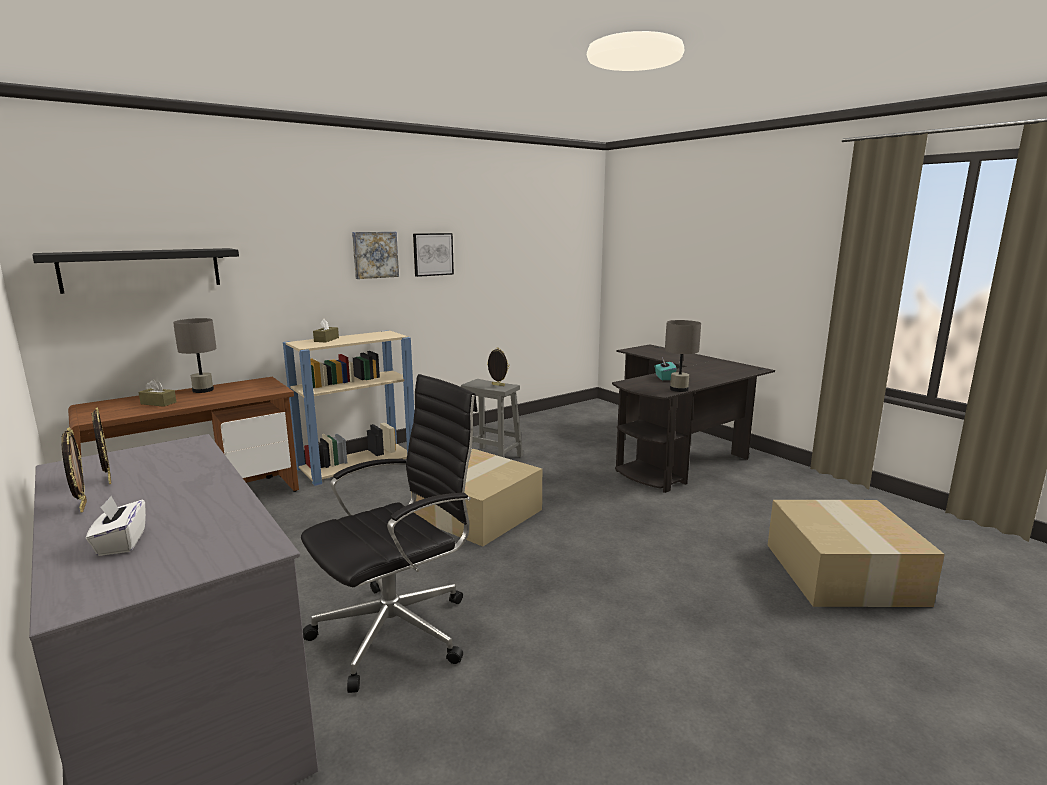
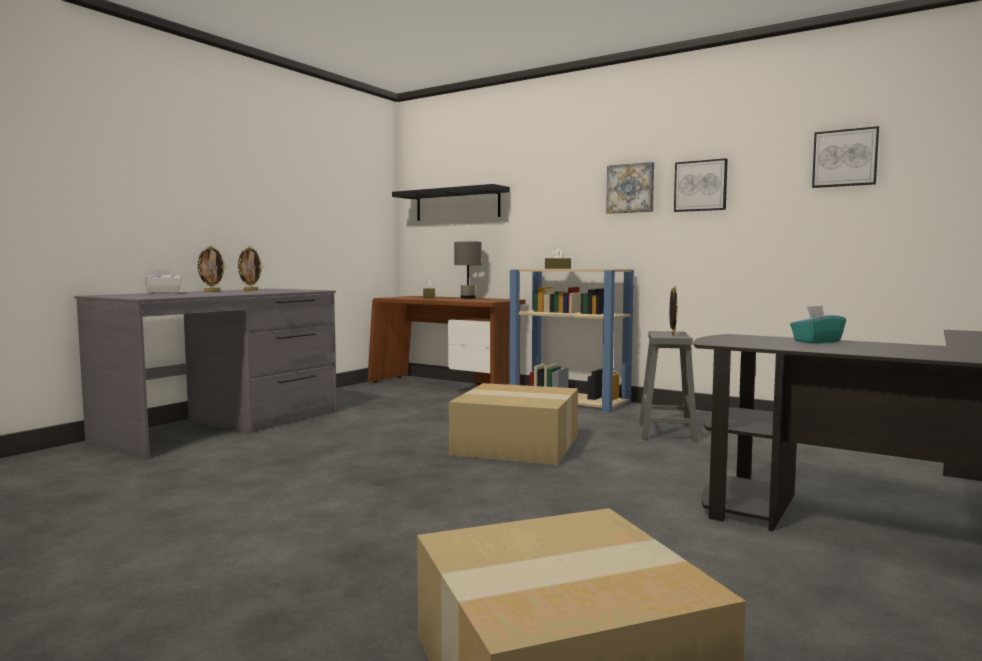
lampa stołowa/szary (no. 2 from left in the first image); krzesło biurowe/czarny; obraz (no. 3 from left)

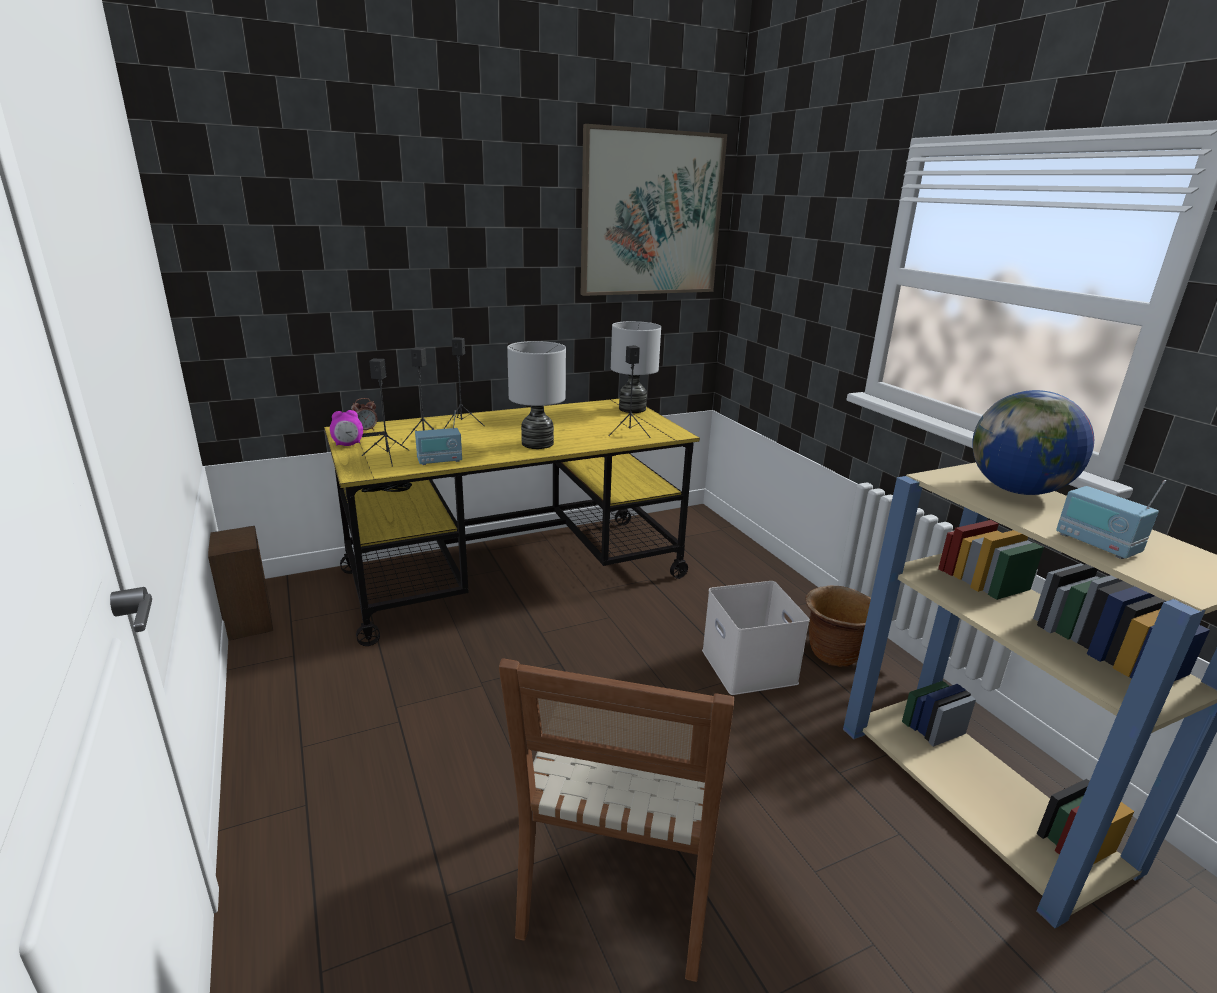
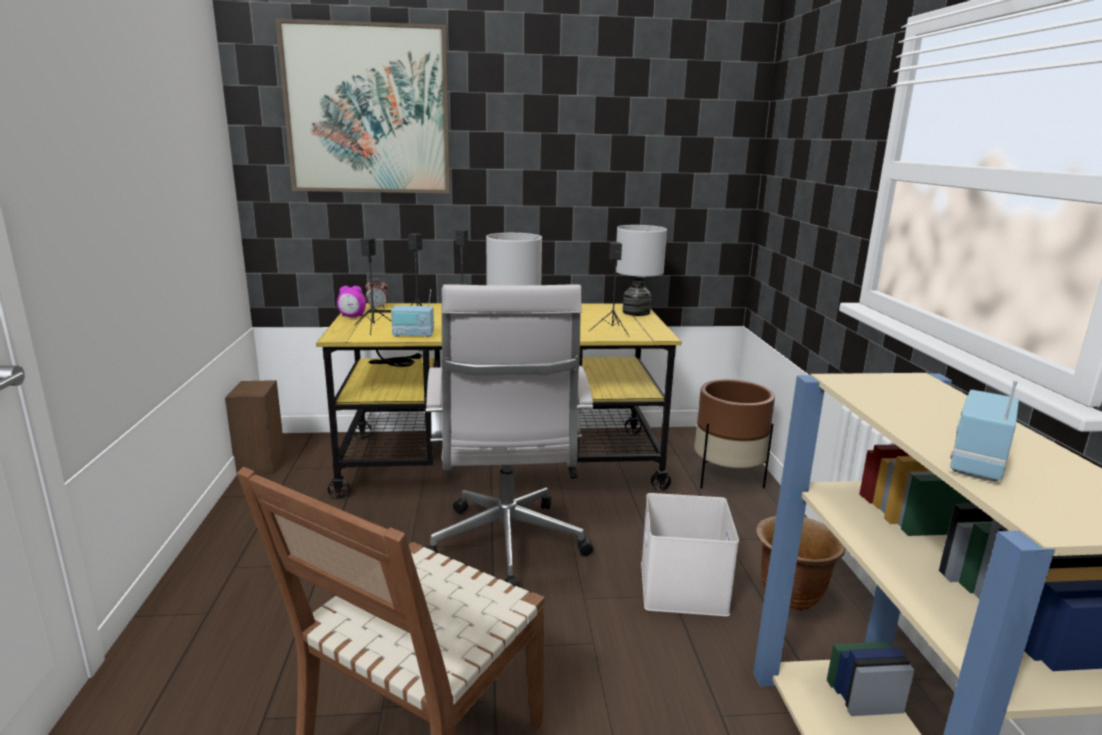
obraz; globus; radio (no. 2 from left); krzesło biurowe/biały; donica/brązowy (no. 1 from left)

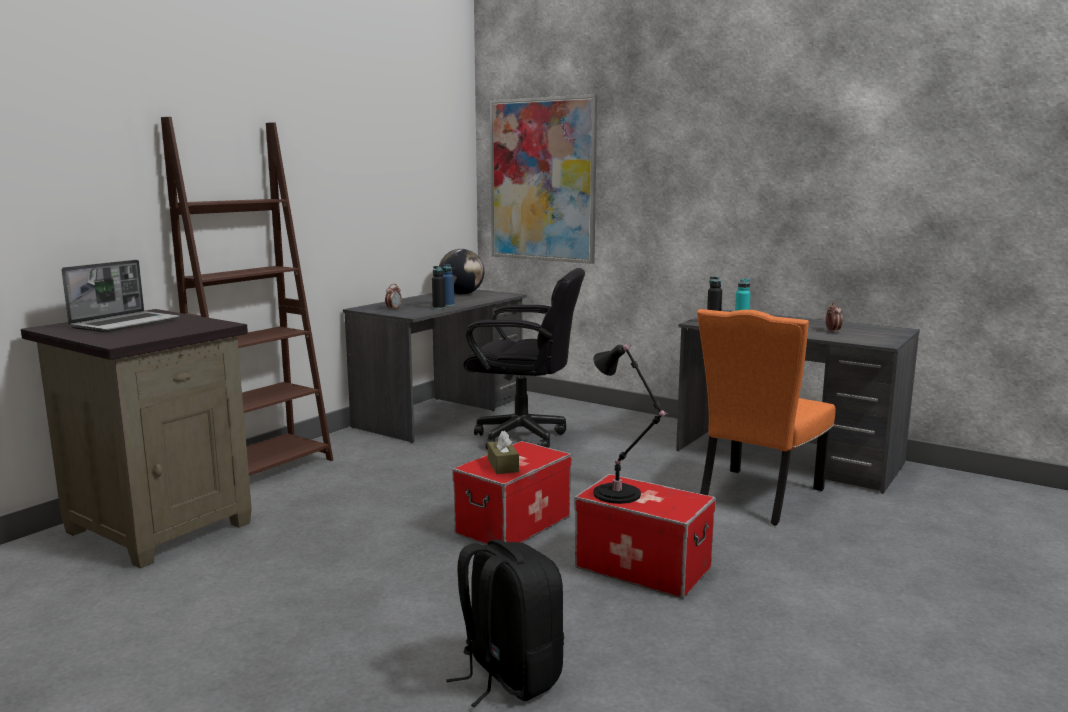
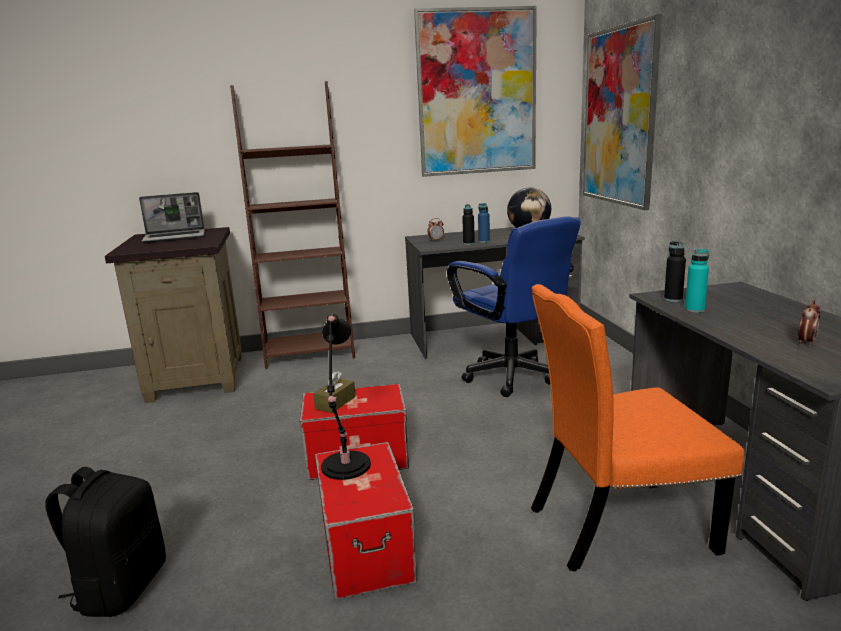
krzesło biurowe/niebieski; obraz (no. 1 from left)

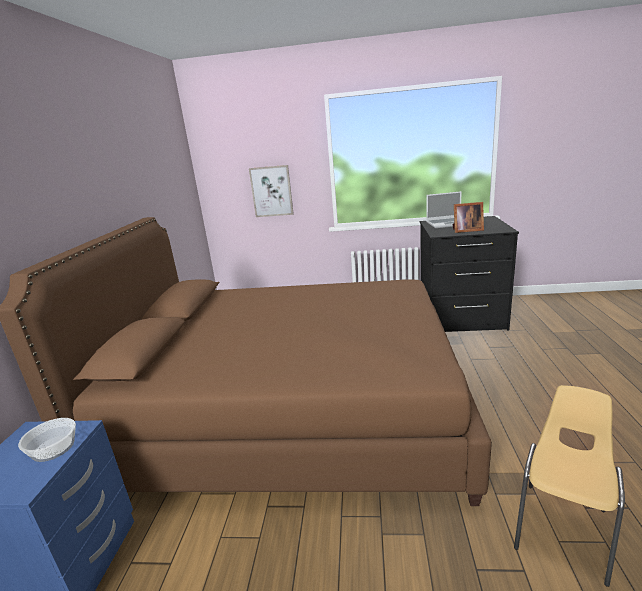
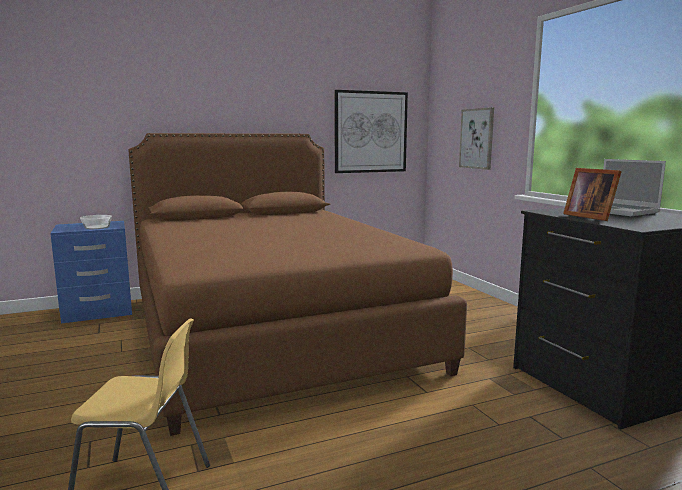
obraz (no. 1 from left)

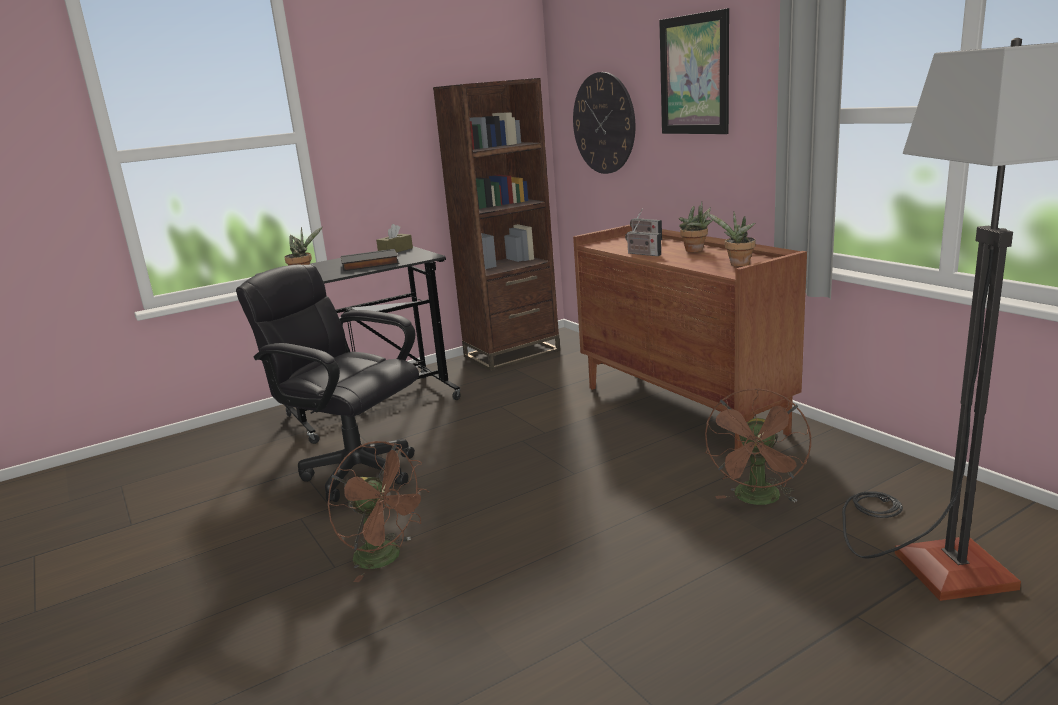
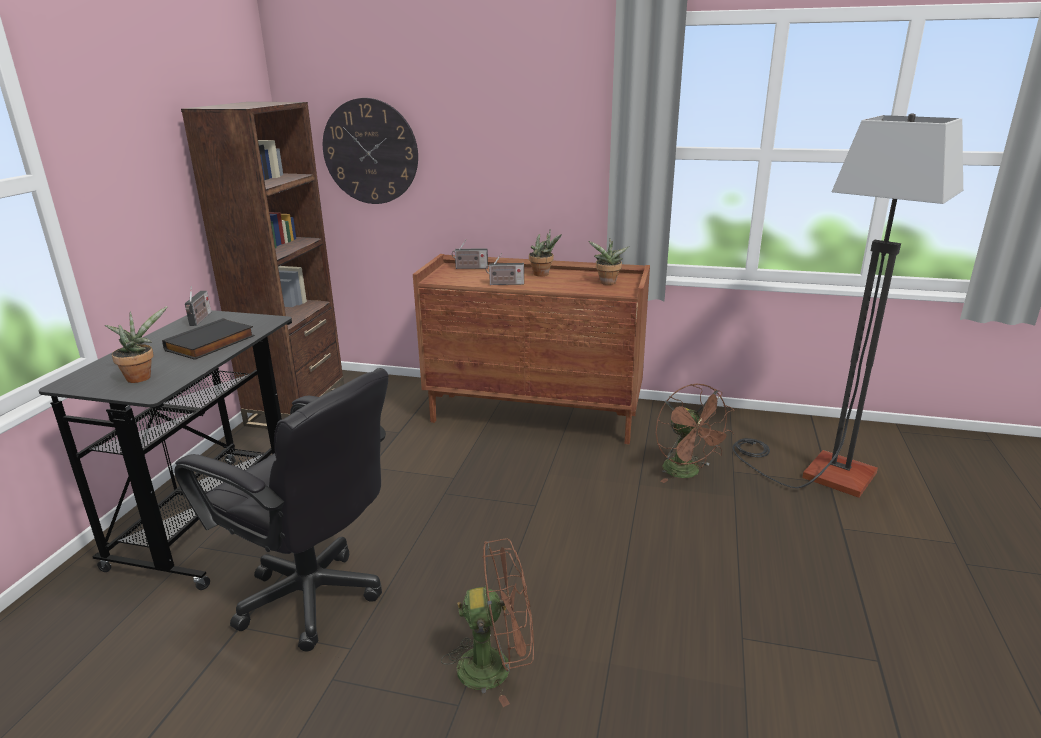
obraz; radio (no. 1 from left); krzesło biurowe/czarny

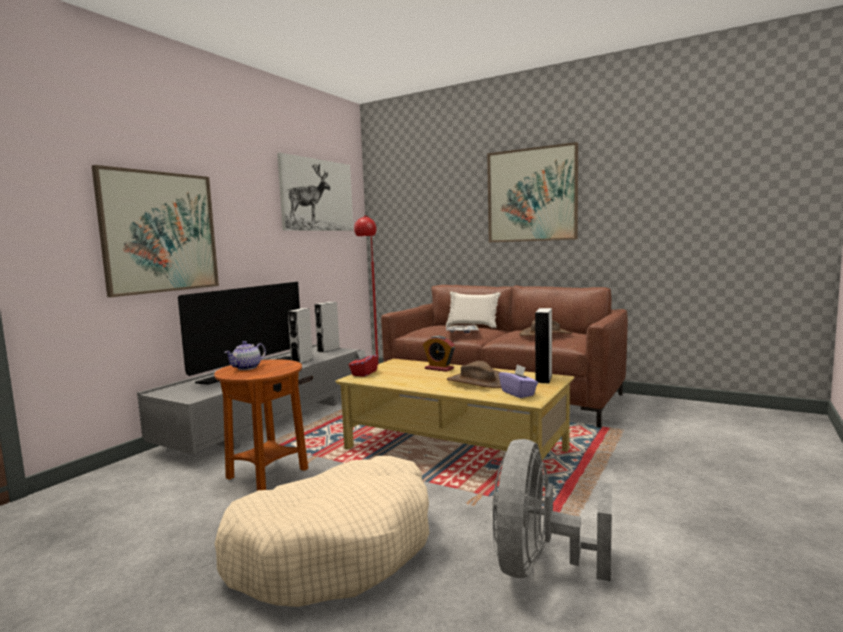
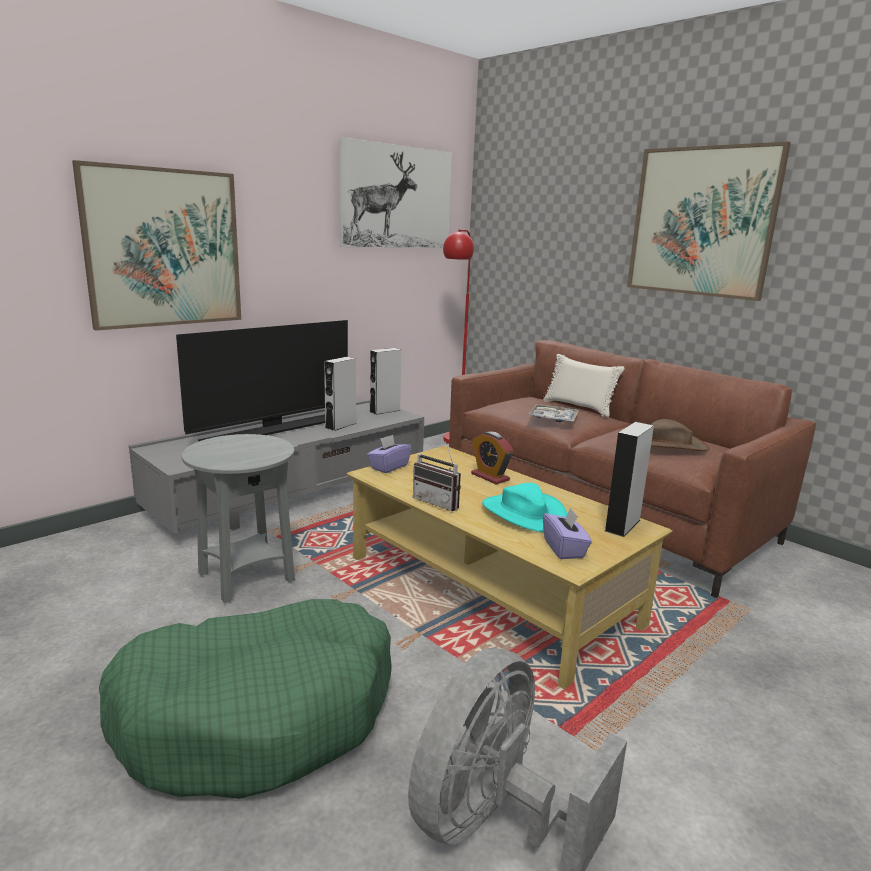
imbryk; pudełko chusteczek/fioletowy (no. 1 from left); stolik/szary; kapelusz/turkusowy; legowisko/zielony; radio

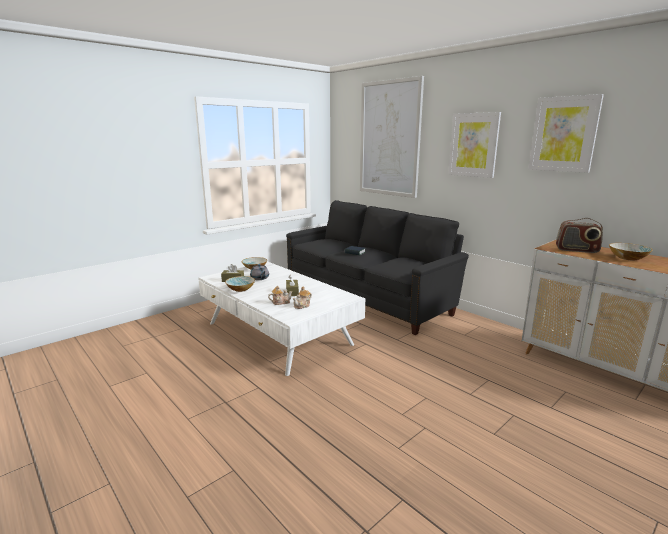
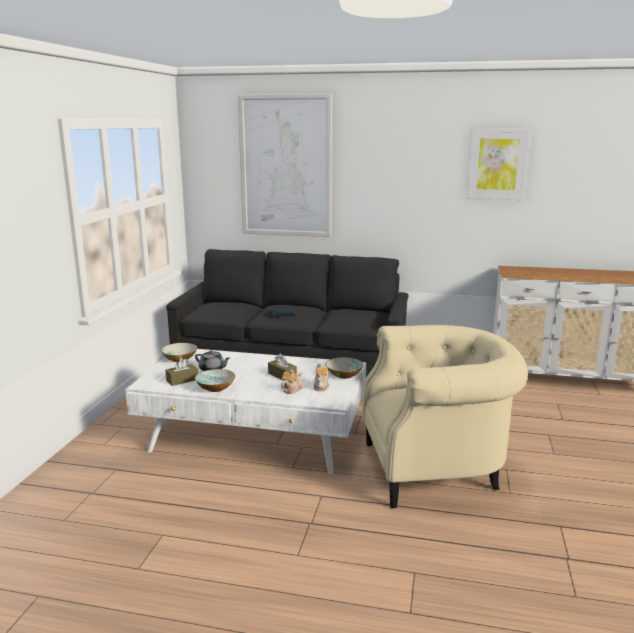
obraz (no. 2 from left in the first image); radio; miska (no. 3 from left); fotel/beżowy

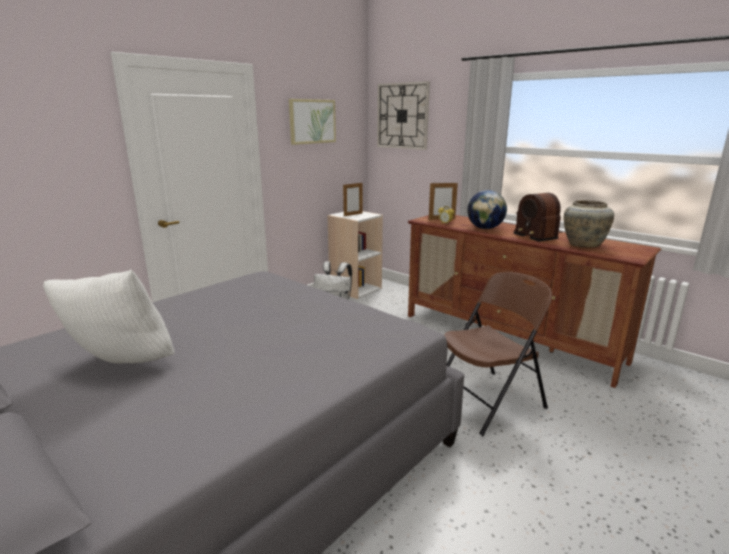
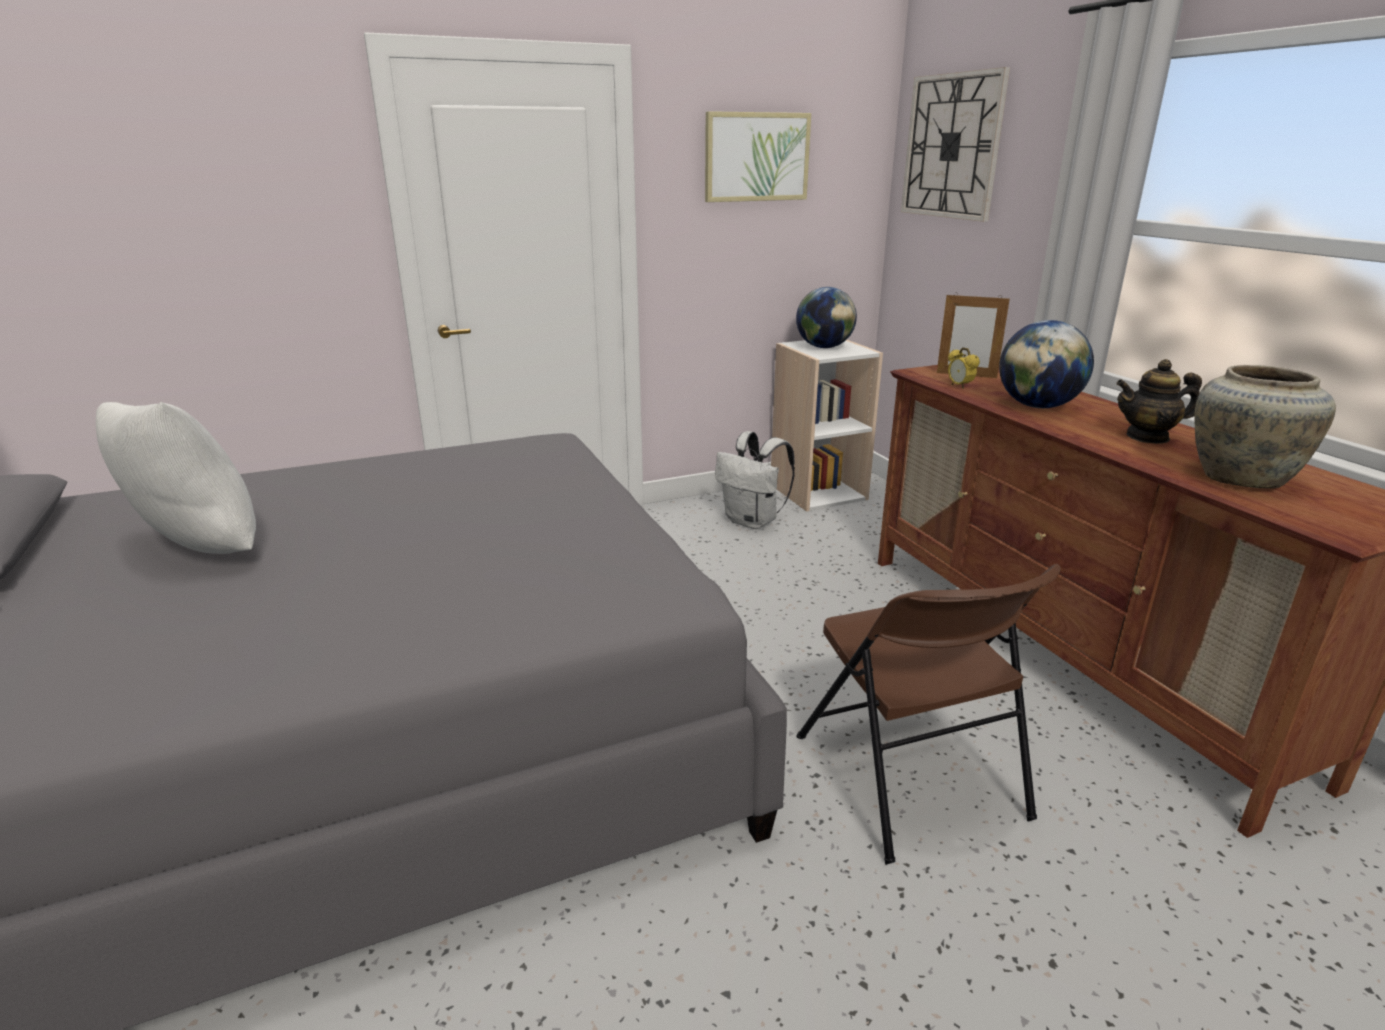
globus (no. 1 from left); imbryk; krzesło/brązowy

